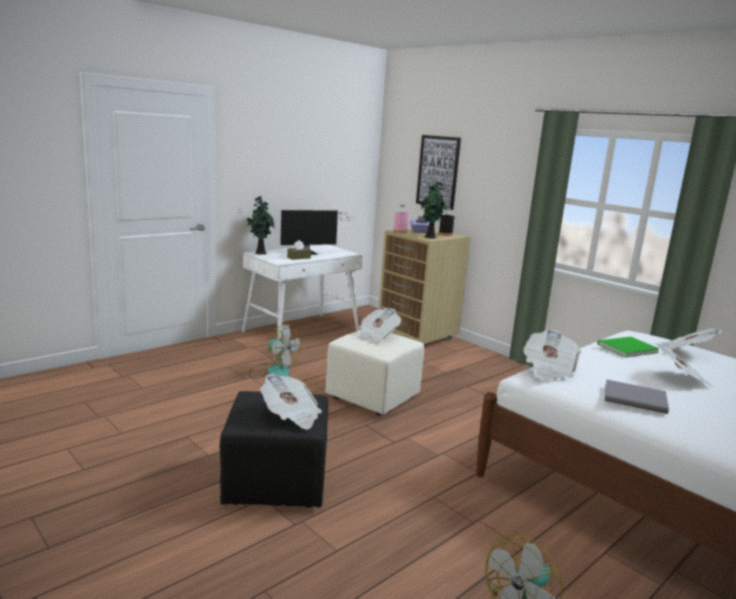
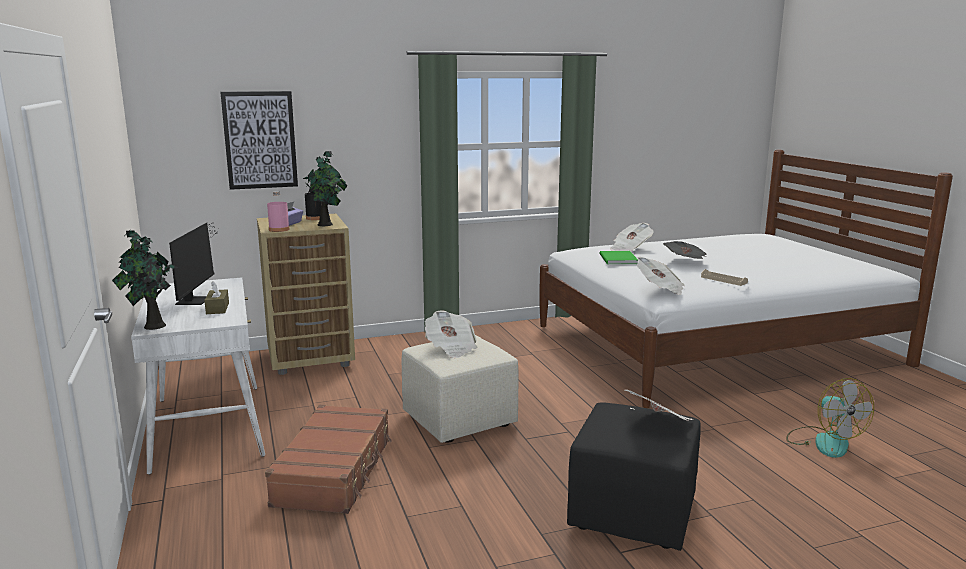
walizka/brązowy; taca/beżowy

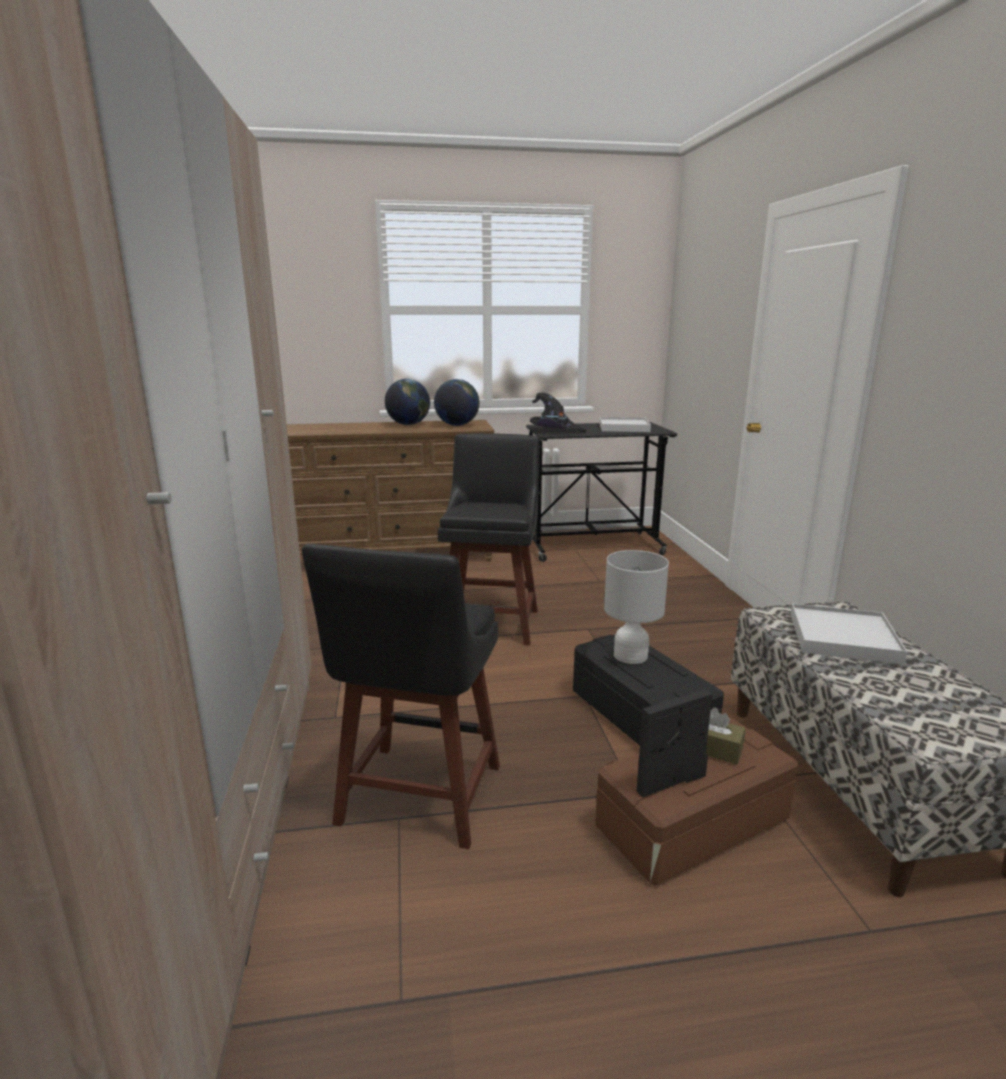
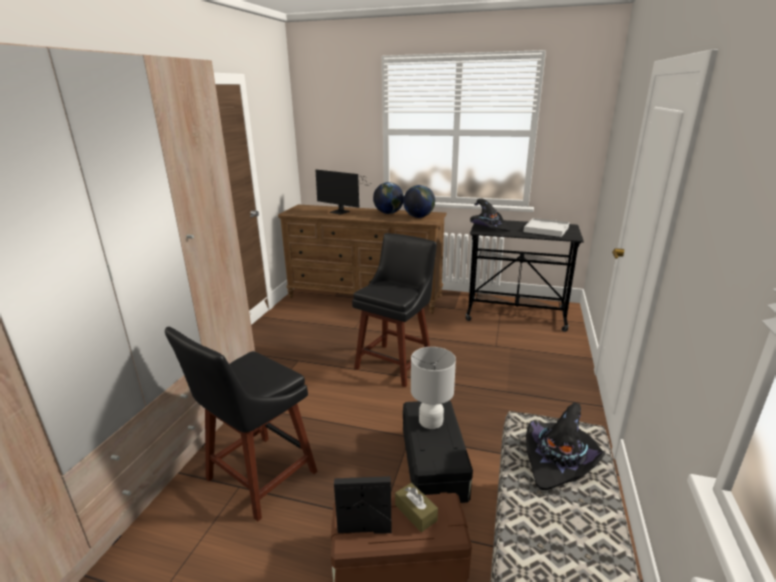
kapelusz/czarny (no. 2 from left); monitor

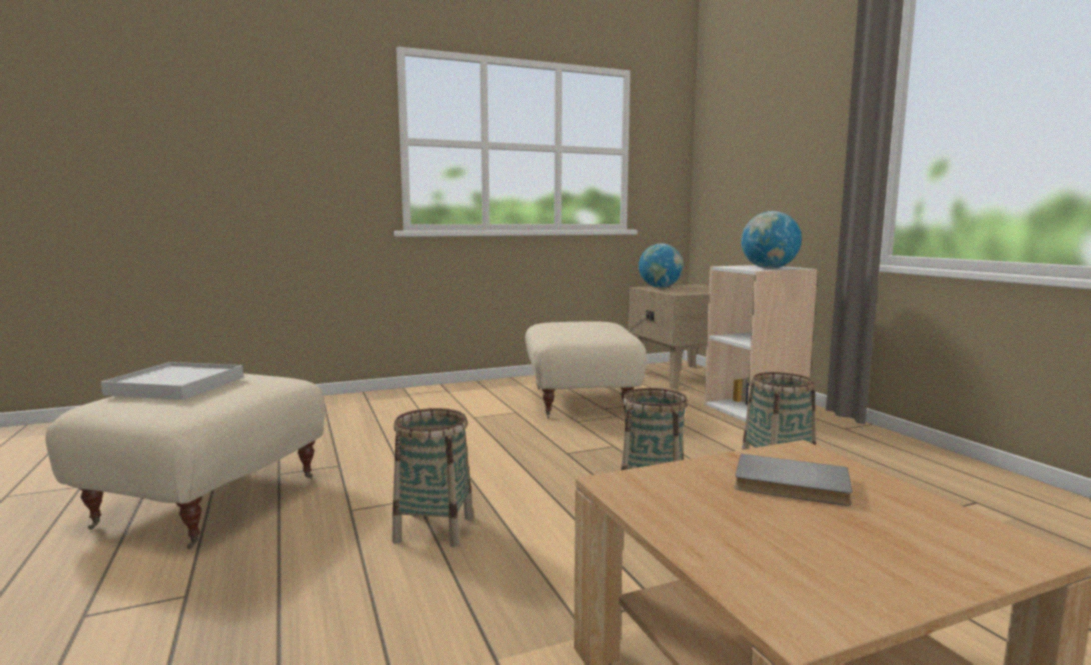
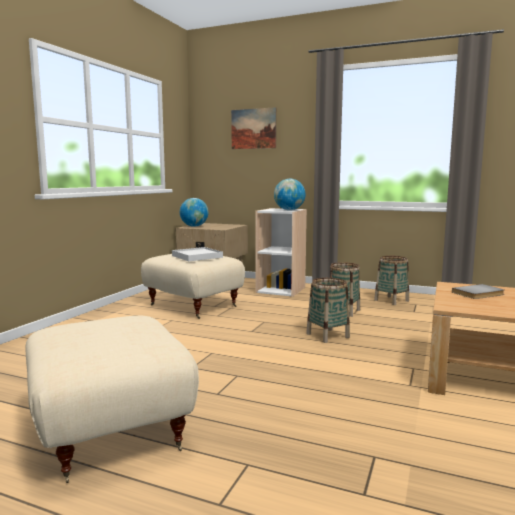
taca/biały; koszyk (no. 3 from left); obraz

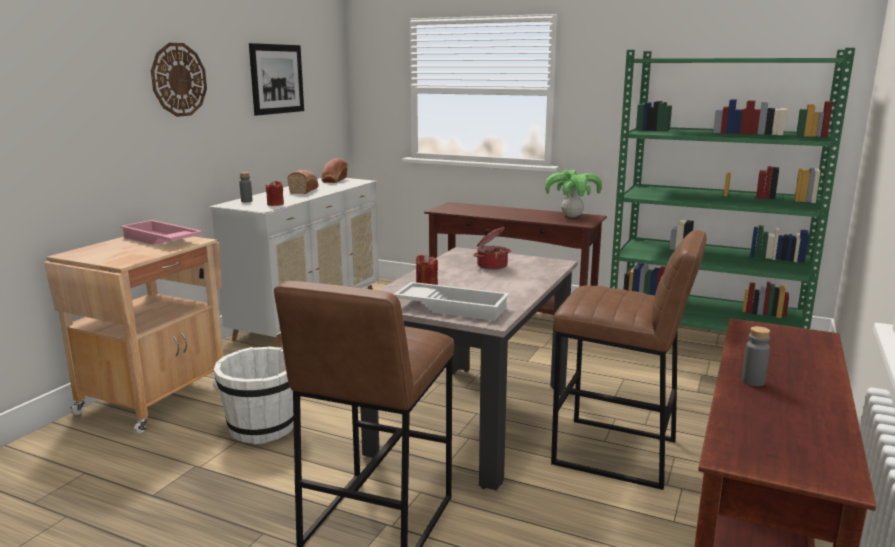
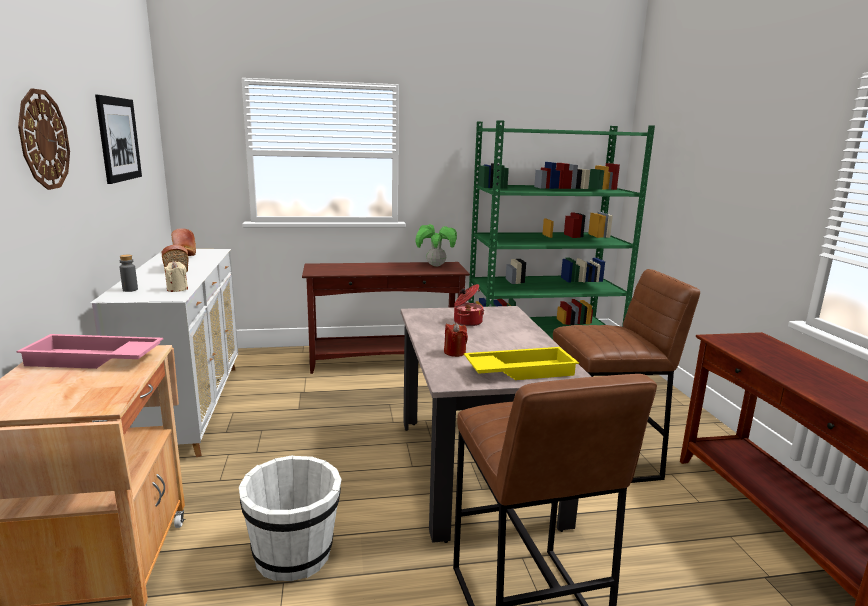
świeca/beżowy; taca/żółty; butelka/szary (no. 2 from left in the first image)

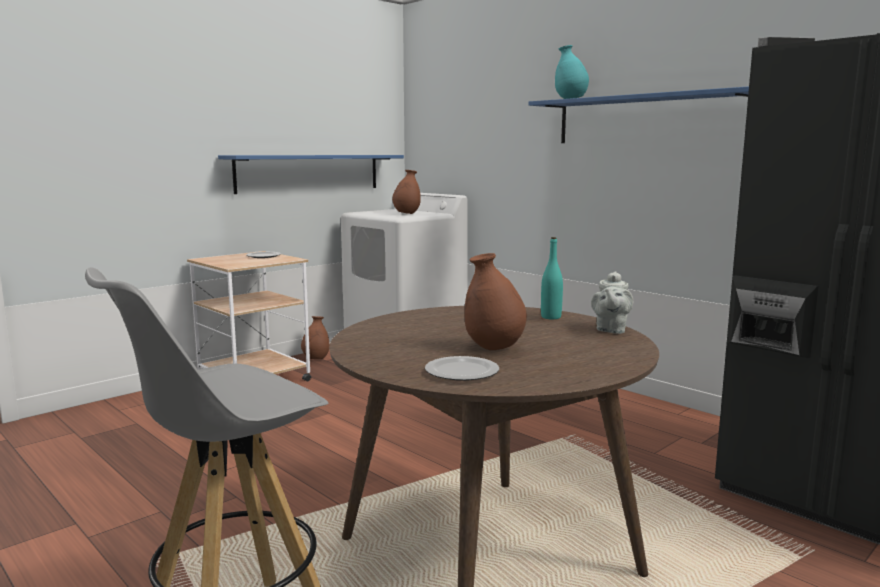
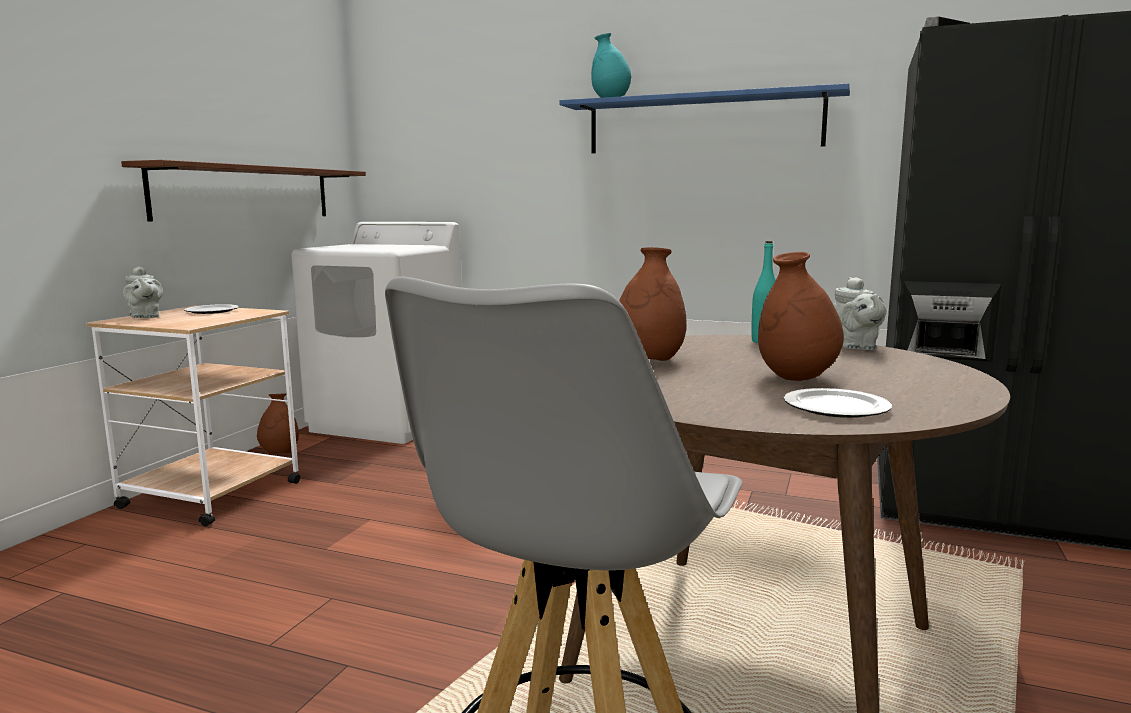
półka/brązowy; wazon/brązowy (no. 2 from left); imbryk/szary (no. 1 from left)

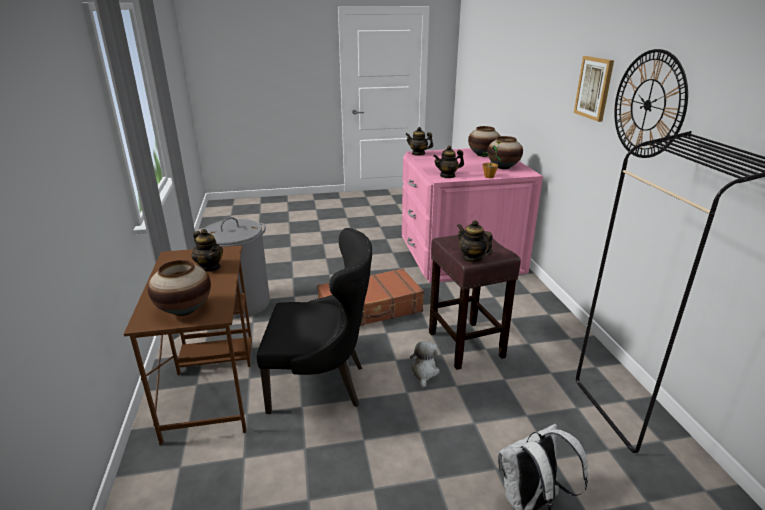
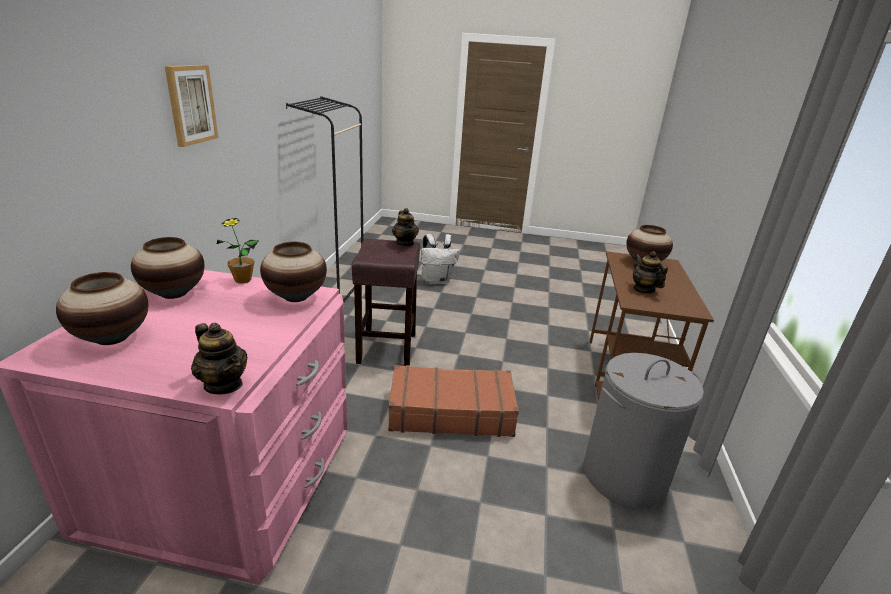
zegar ścienny; wazon (no. 3 from left); krzesło/czarny; pluszak

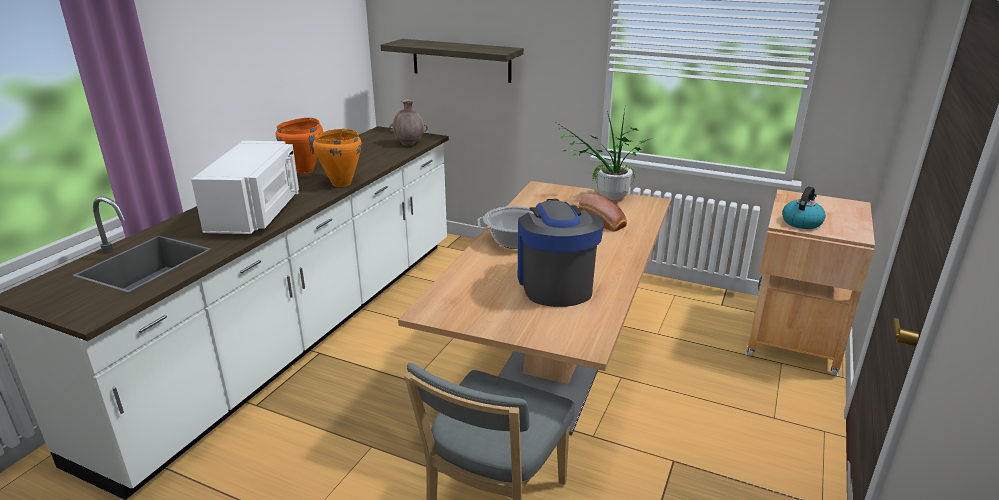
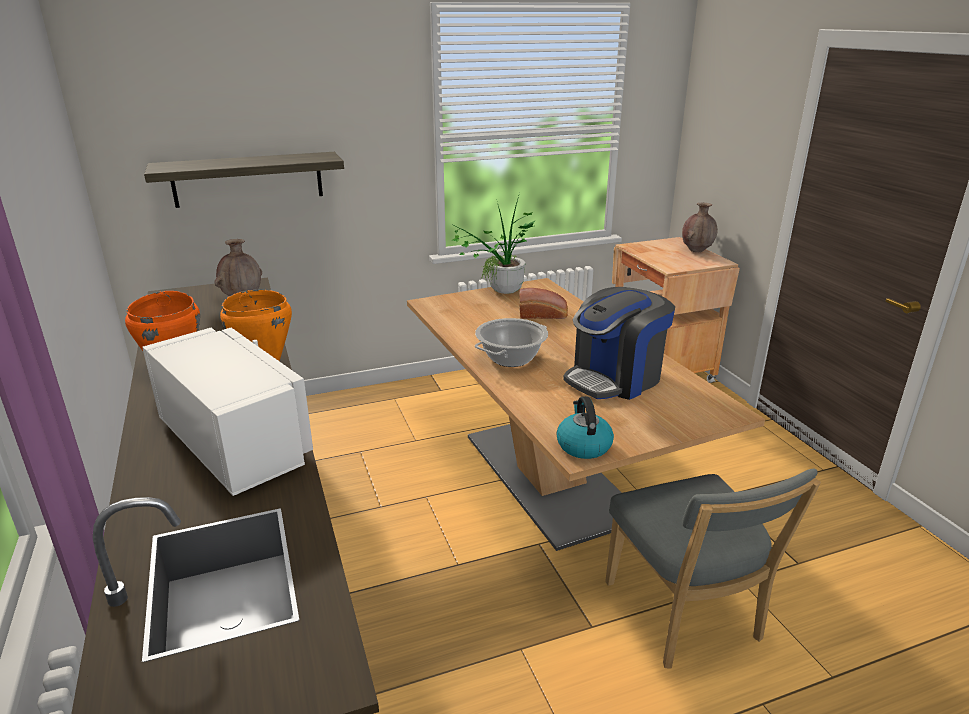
czajnik; ekspres do kawy; wazon/brązowy (no. 2 from left)

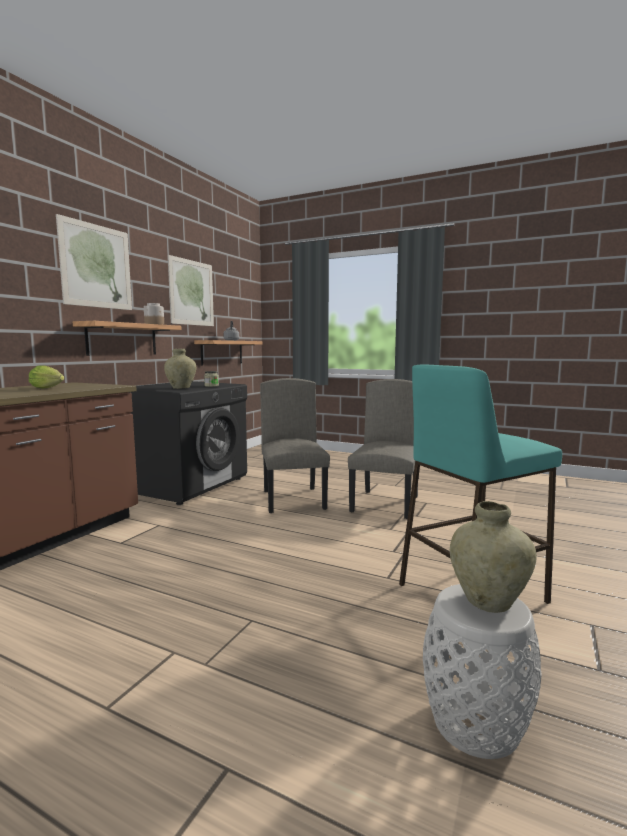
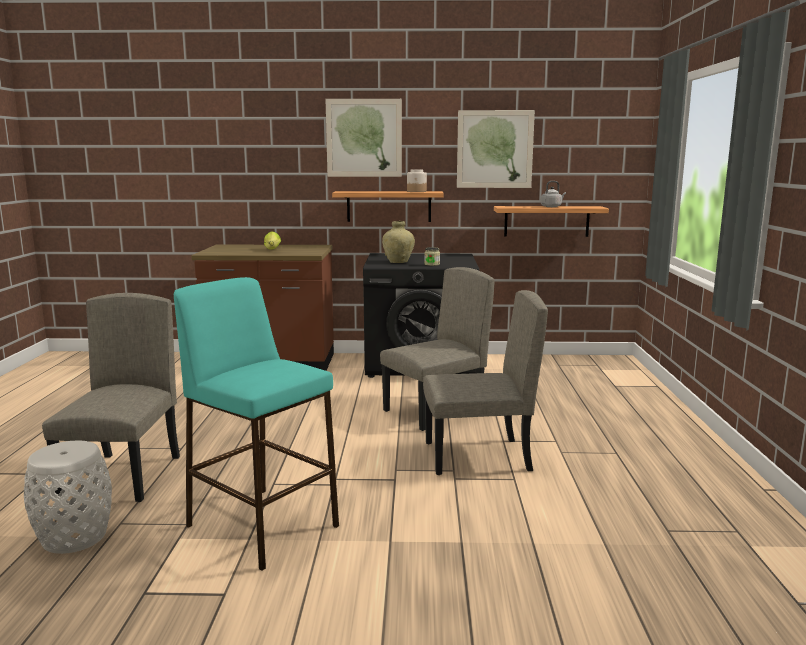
wazon/beżowy (no. 2 from left in the first image); krzesło/beżowy (no. 1 from left)

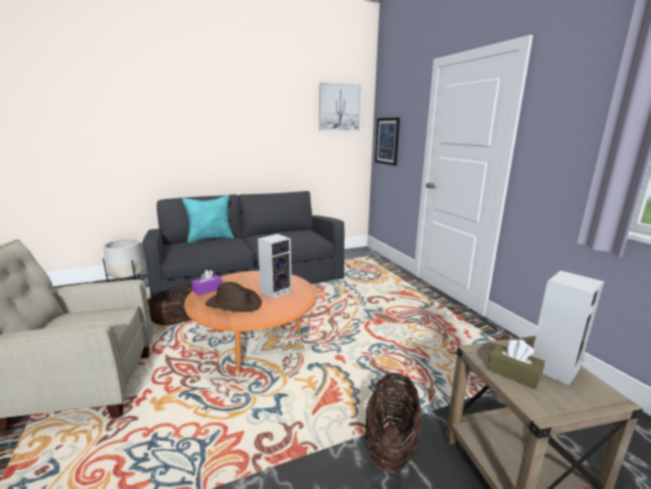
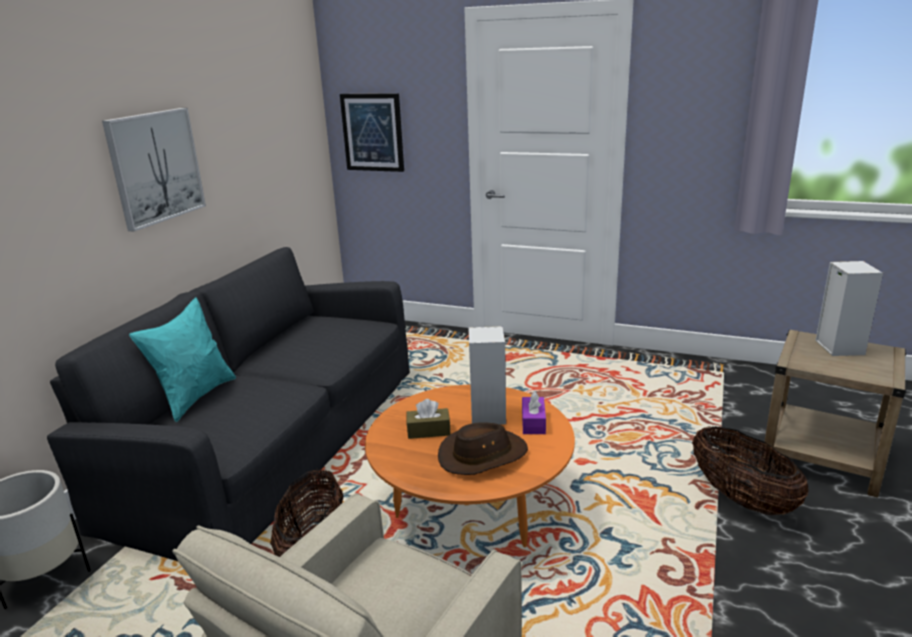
obraz (no. 1 from left); pudełko chusteczek/fioletowy; pudełko chusteczek/brązowy

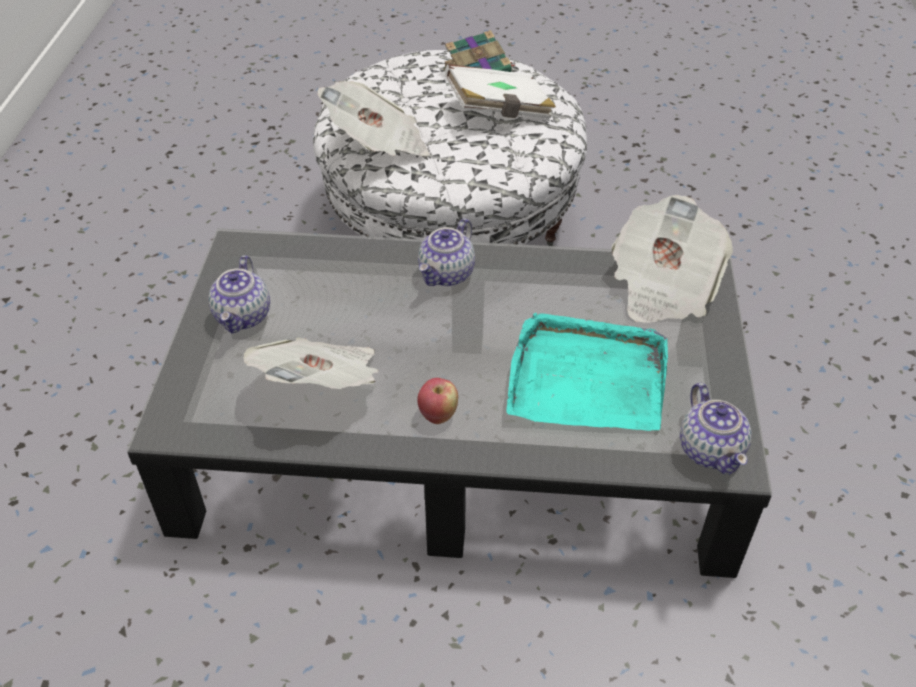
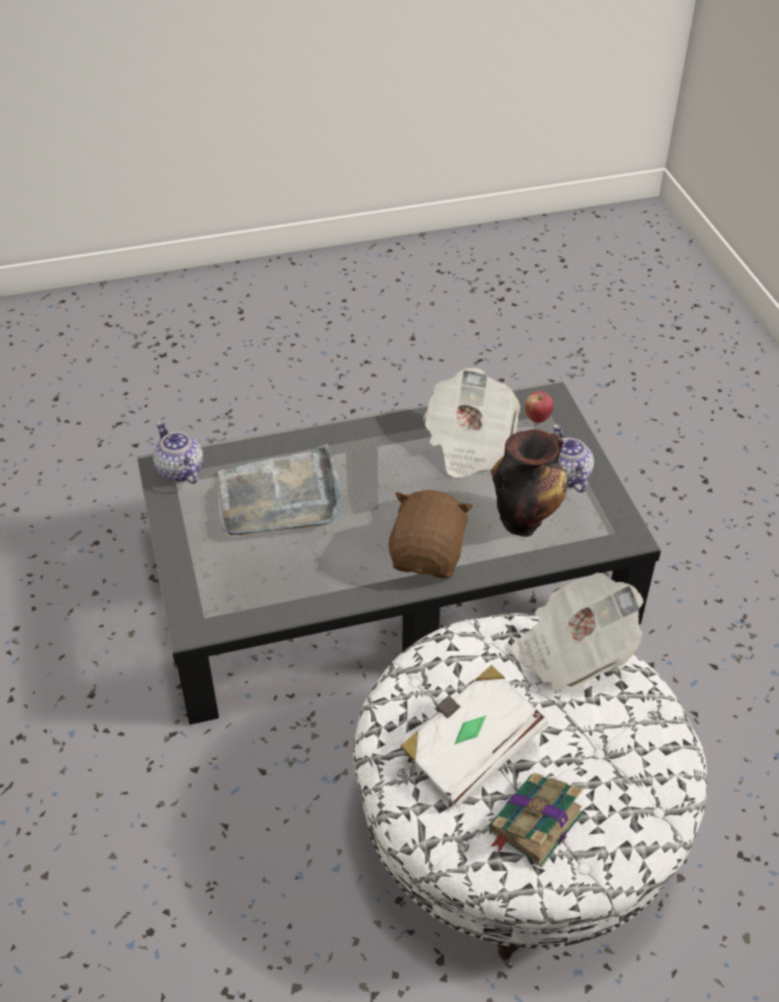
gazeta (no. 3 from left in the first image); pluszak/brązowy; taca/szary; jabłko; wazon

